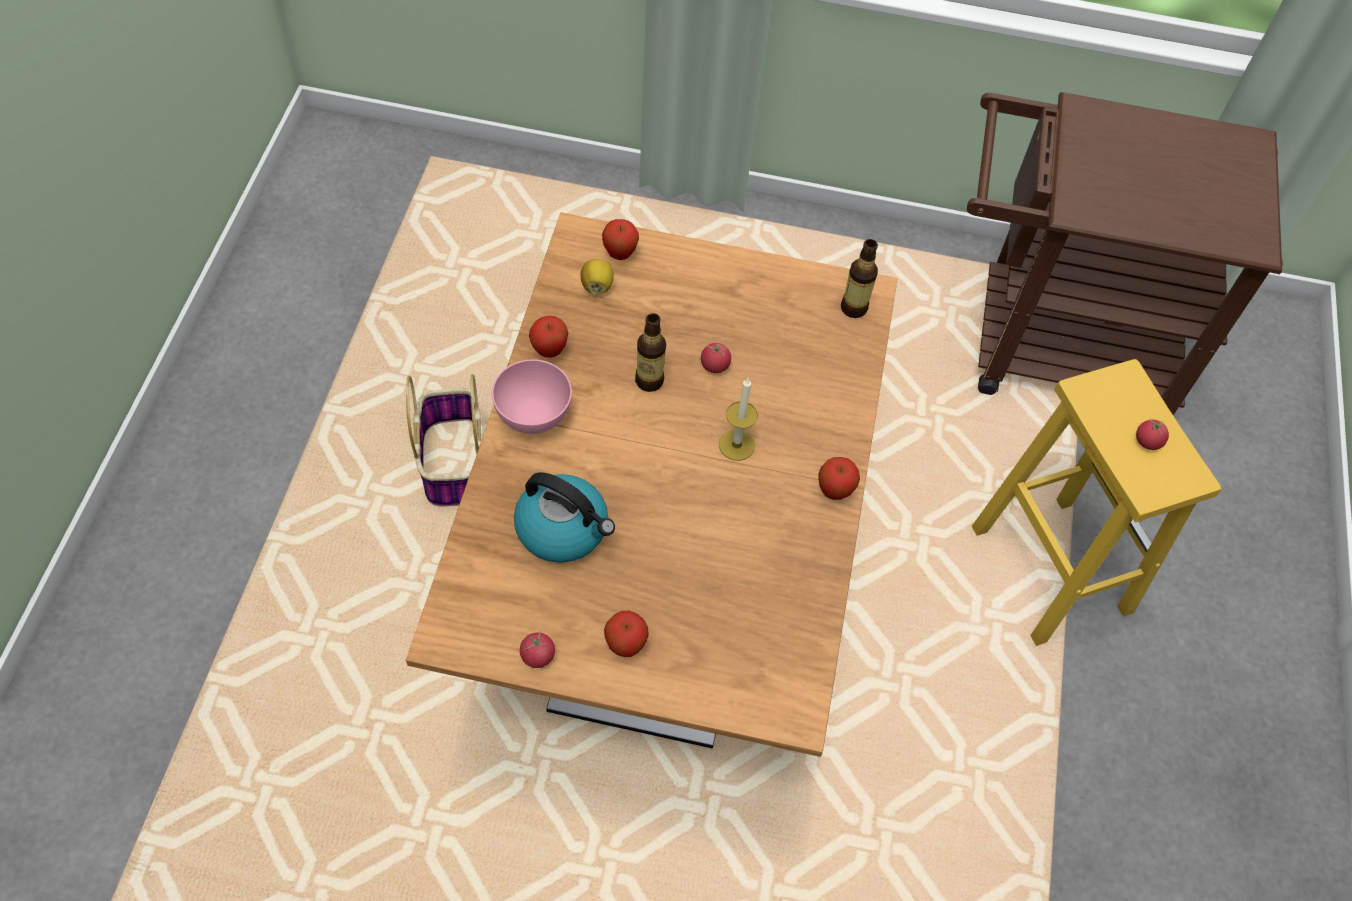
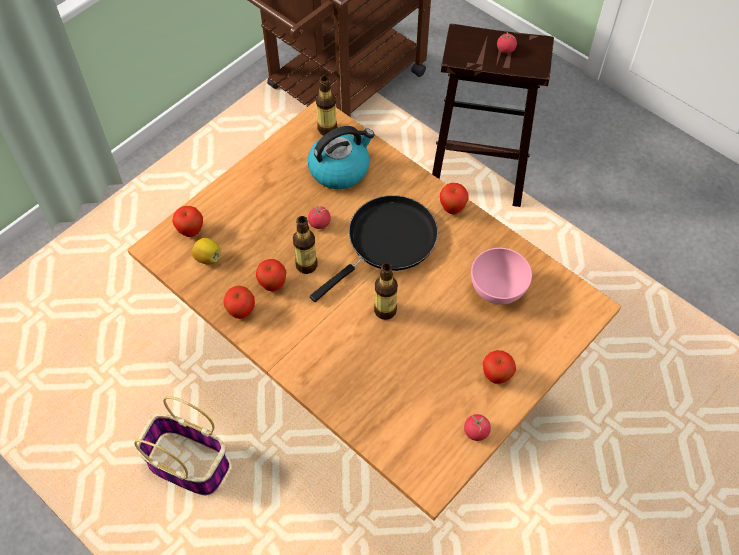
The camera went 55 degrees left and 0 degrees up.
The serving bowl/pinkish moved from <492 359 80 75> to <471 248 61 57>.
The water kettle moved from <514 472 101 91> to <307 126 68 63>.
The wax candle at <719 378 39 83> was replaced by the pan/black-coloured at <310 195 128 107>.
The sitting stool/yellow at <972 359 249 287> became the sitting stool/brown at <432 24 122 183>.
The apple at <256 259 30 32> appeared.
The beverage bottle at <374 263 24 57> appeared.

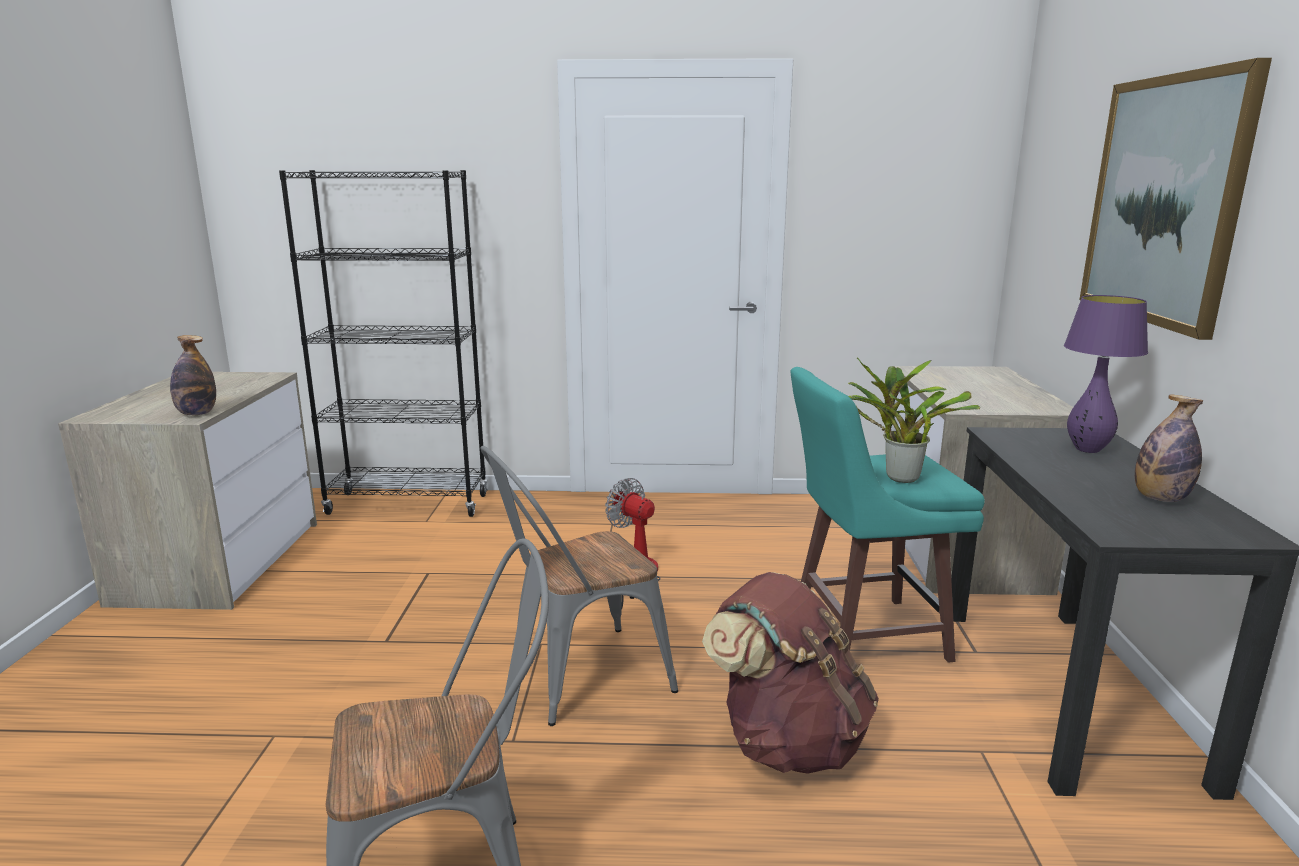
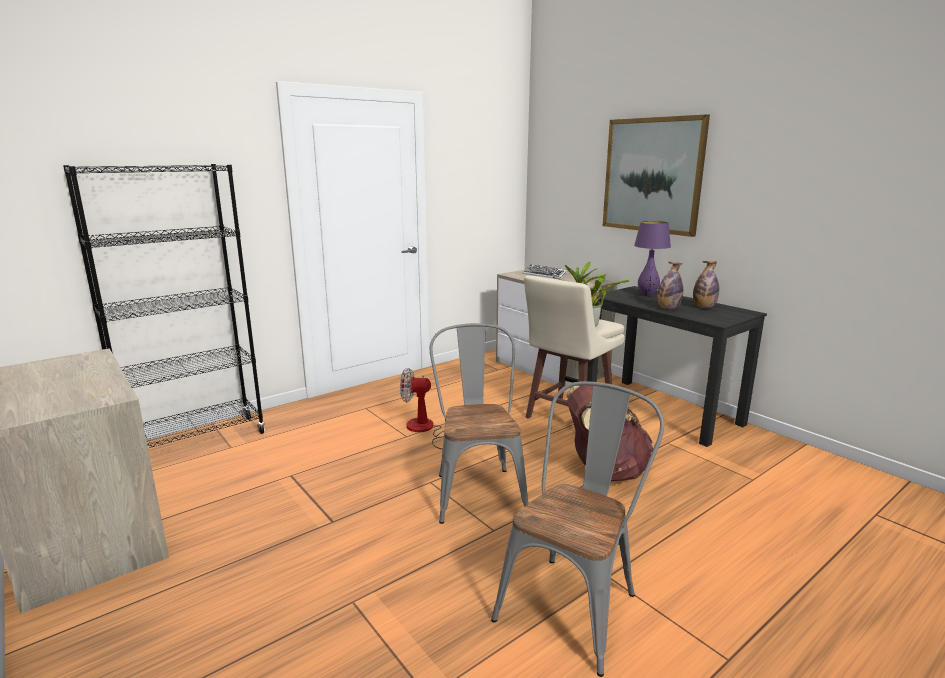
The camera went 40 degrees left and 0 degrees up.
The beverage bottle moved from <170 335 46 80> to <657 262 26 47>.
The upright chair/gray at <480 446 198 280> turned 150 degrees clockwise.
The sitting stool/turquoise-coloured at <791 367 194 296> became the sitting stool/beige-coloured at <524 275 101 144>.
The PC keyboard at <523 265 44 14> appeared.

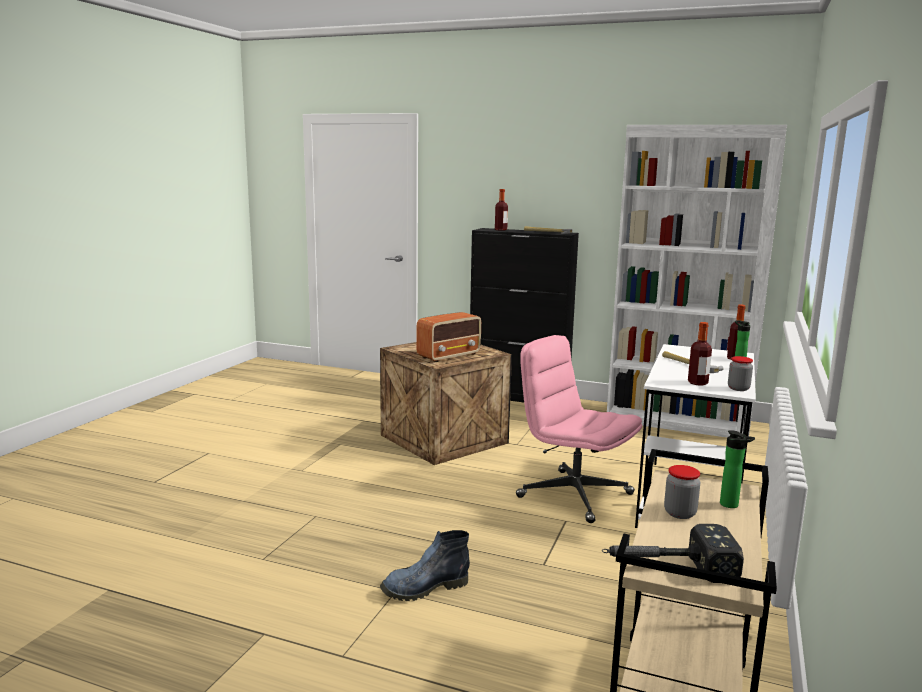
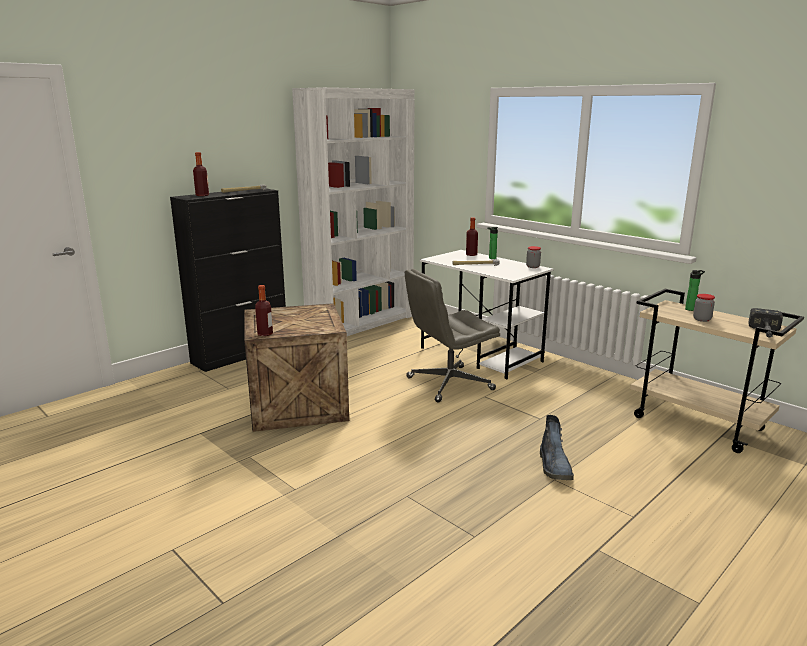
The camera went 65 degrees left and 5 degrees up.
The radio set at <416 312 65 50> disappeared.
The desk chair/pinkish at <516 335 126 188> became the desk chair/gray at <405 269 95 133>.
The beverage bottle moved from <688 322 24 64> to <255 285 18 51>.

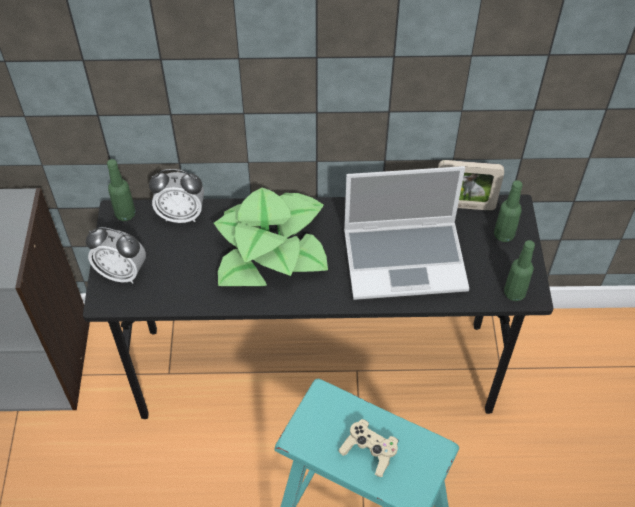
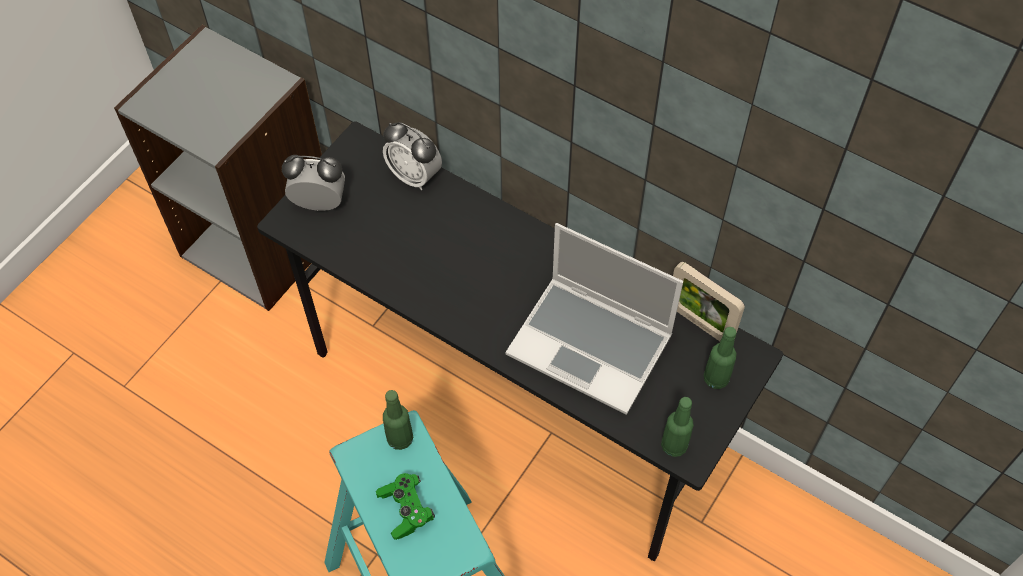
The camera went 35 degrees right and 5 degrees up.
The table clock at <86 227 60 57> turned 135 degrees clockwise.
The beverage bottle/greenish moved from <107 159 29 62> to <383 390 30 60>.
The houseplant at <214 187 114 99> disappeared.
The gamepad/beige-coloured at <338 419 60 58> became the gamepad/greenish at <376 473 59 67>.

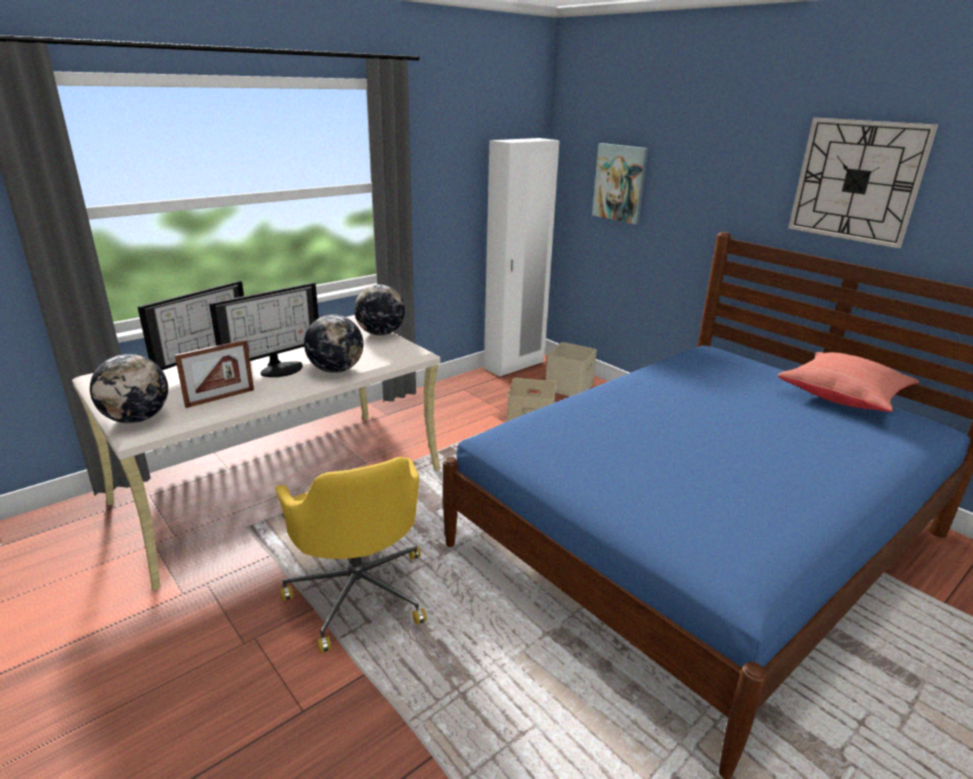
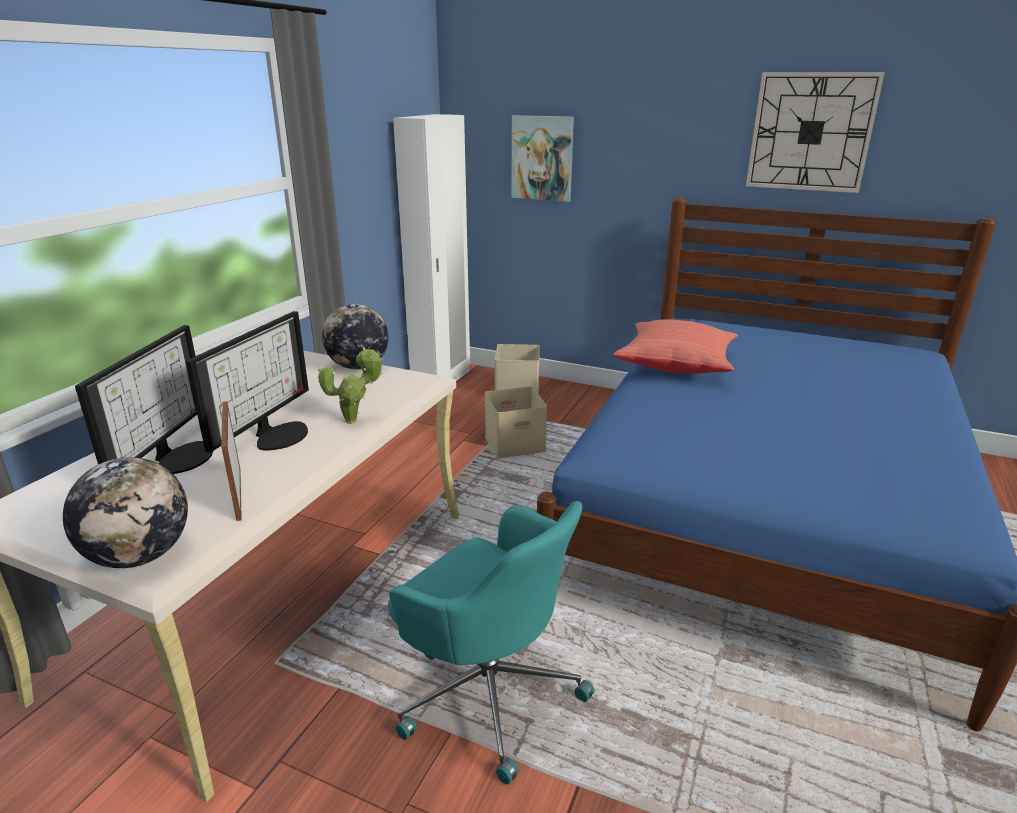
The camera went 25 degrees left and 0 degrees up.
The standing frame at <175 339 79 69> turned 135 degrees clockwise.
The desk chair/yellow at <275 457 152 196> became the desk chair/turquoise-coloured at <388 501 207 283>.
The globe at <304 315 59 58> was replaced by the houseplant at <318 347 66 77>.
The throw pillow/red-coloured moved from <778 352 141 60> to <614 320 124 54>.

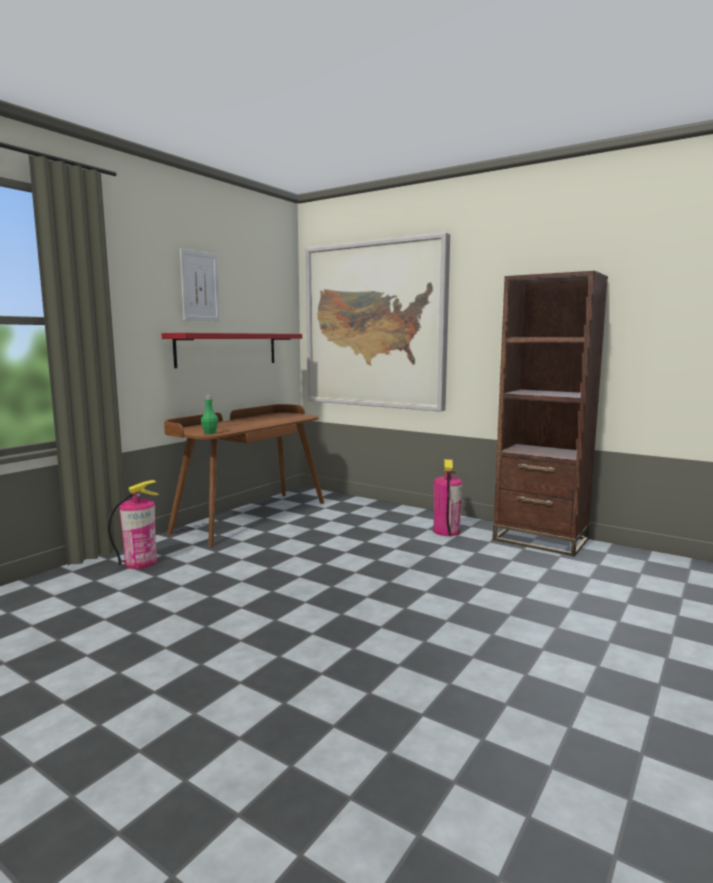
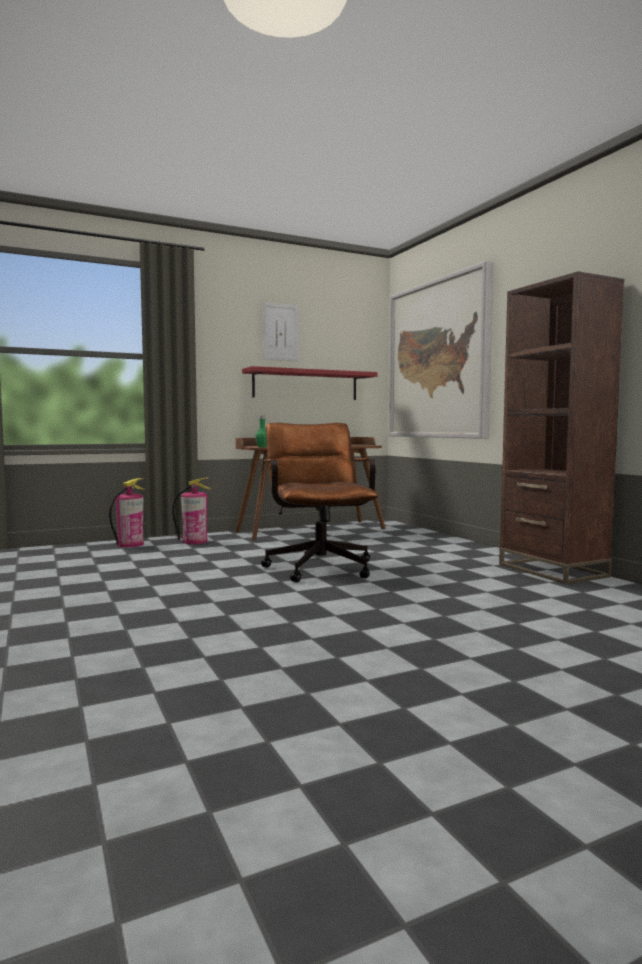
The camera went 30 degrees right and 5 degrees down.
The fire-fighting cylinder moved from <433 459 30 77> to <109 478 35 69>.
The desk chair/brown at <261 423 117 159> appeared.

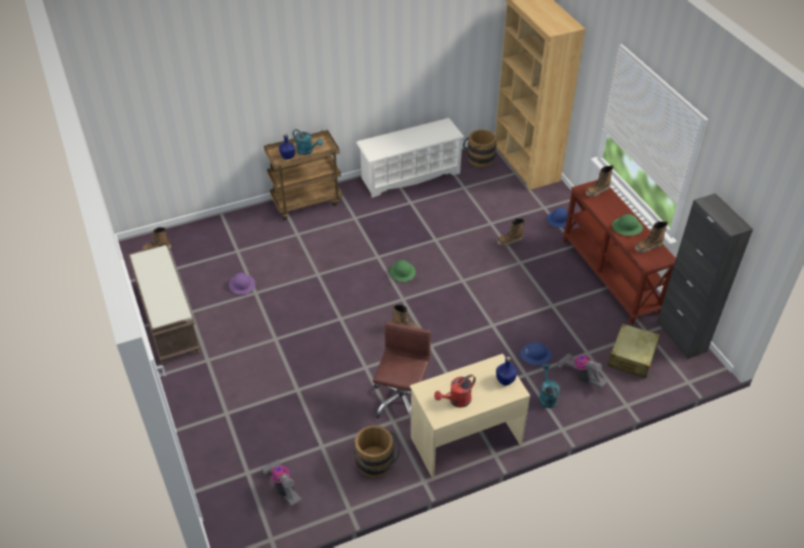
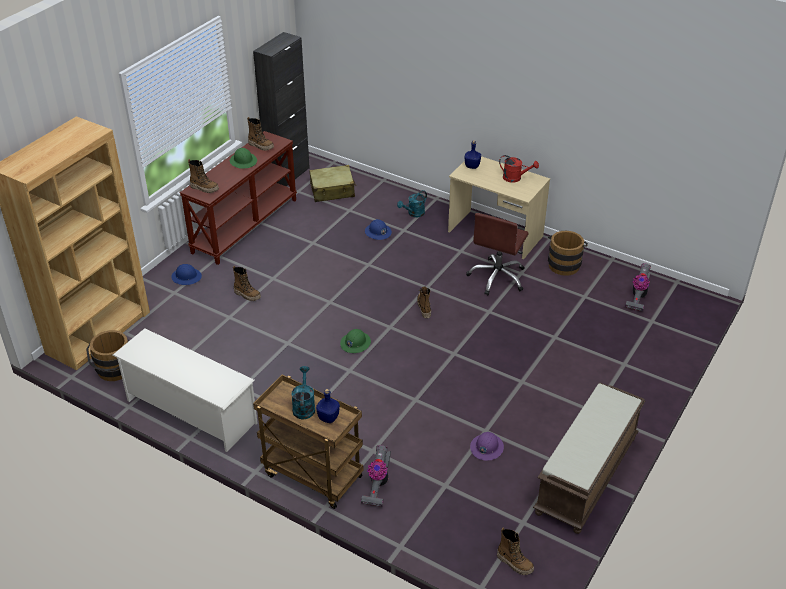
The camera went 125 degrees left and 5 degrees down.
The desk chair/brown at <373 321 58 100> turned 45 degrees counterclockwise.
The vacuum moved from <557 353 51 35> to <361 445 30 62>.

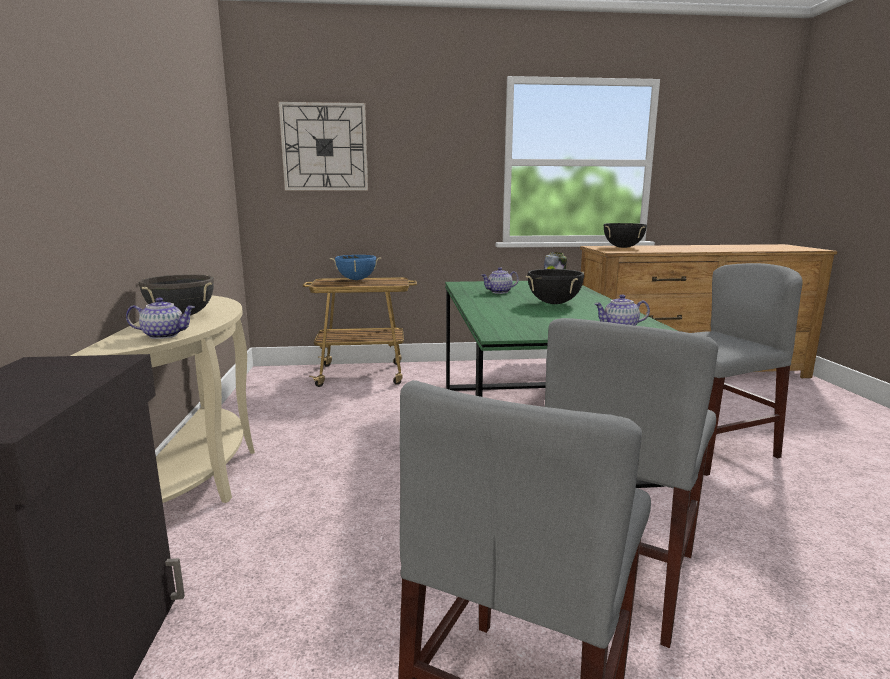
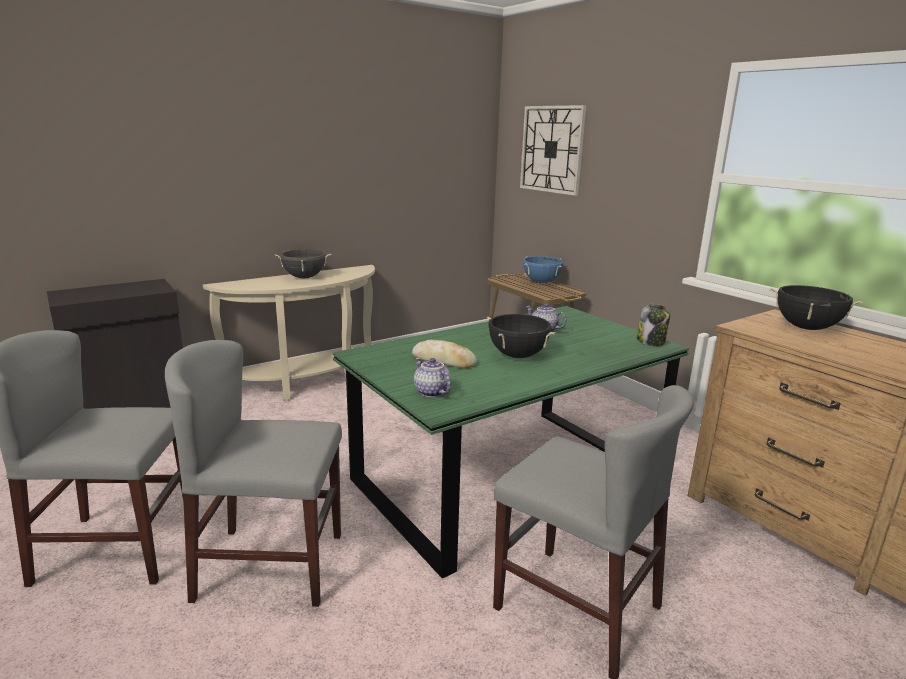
The camera went 60 degrees right and 5 degrees up.
The teapot at <126 297 69 42> disappeared.
The bakery bread at <412 340 65 29> appeared.

